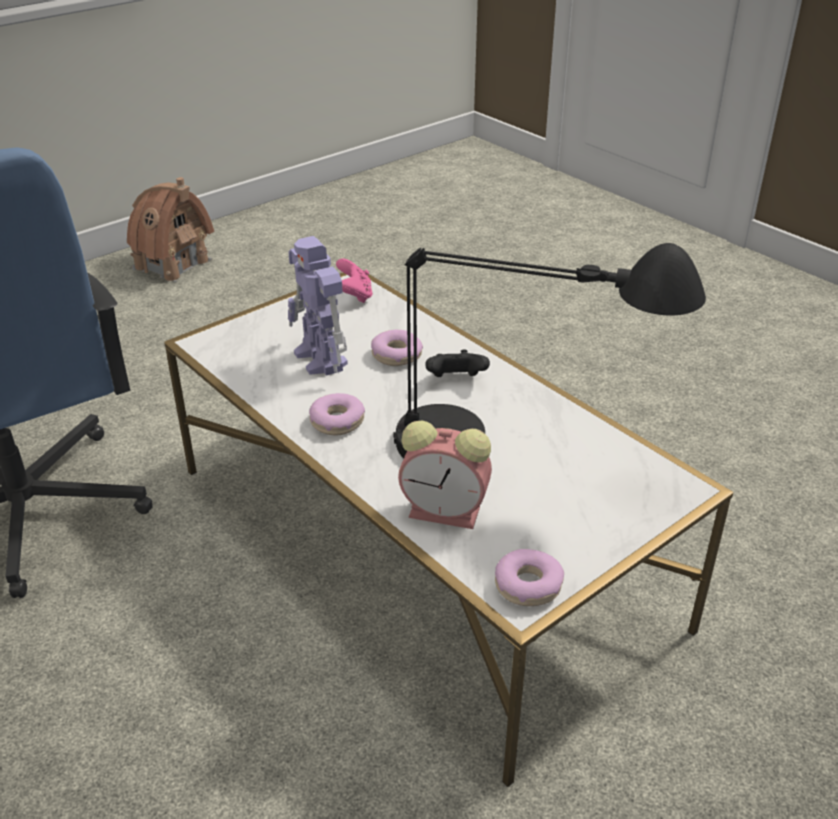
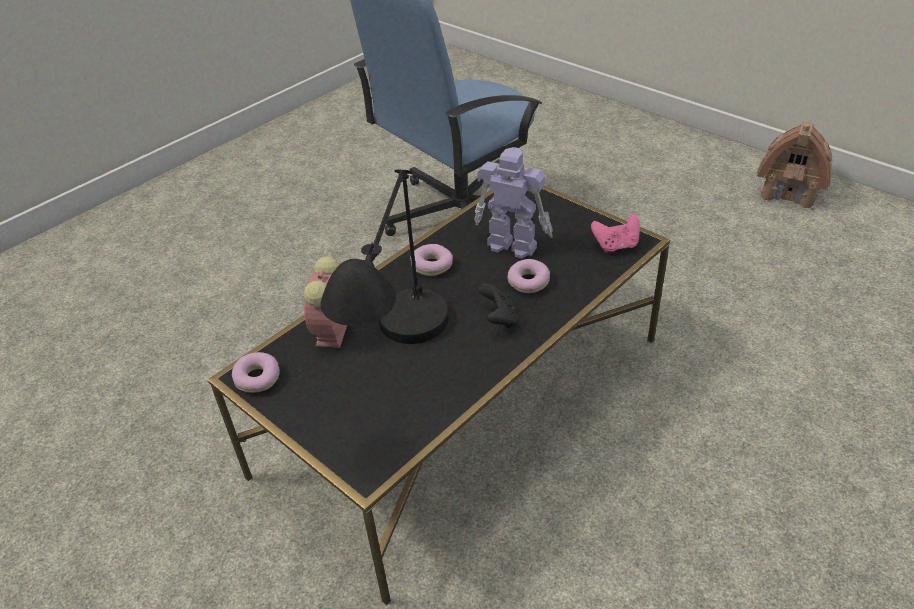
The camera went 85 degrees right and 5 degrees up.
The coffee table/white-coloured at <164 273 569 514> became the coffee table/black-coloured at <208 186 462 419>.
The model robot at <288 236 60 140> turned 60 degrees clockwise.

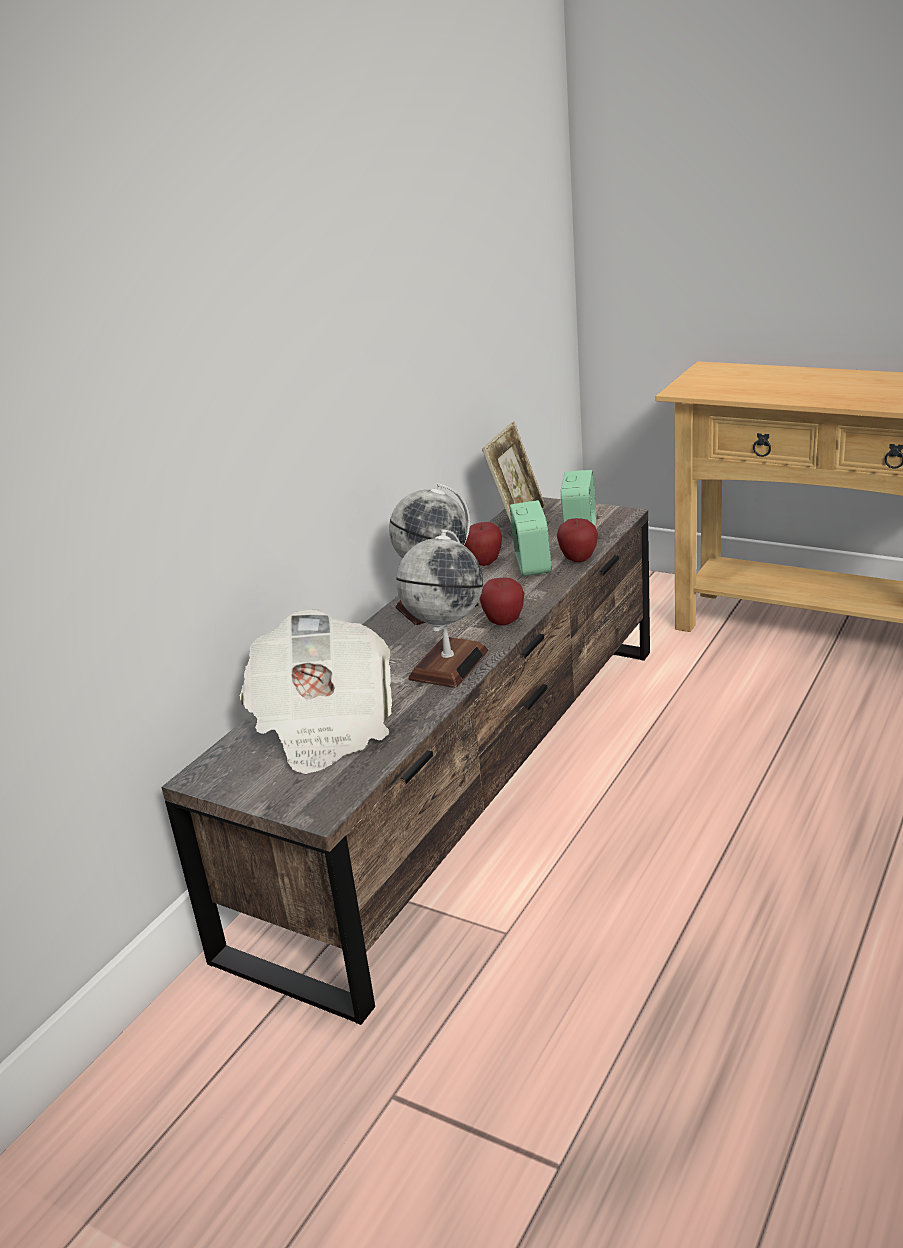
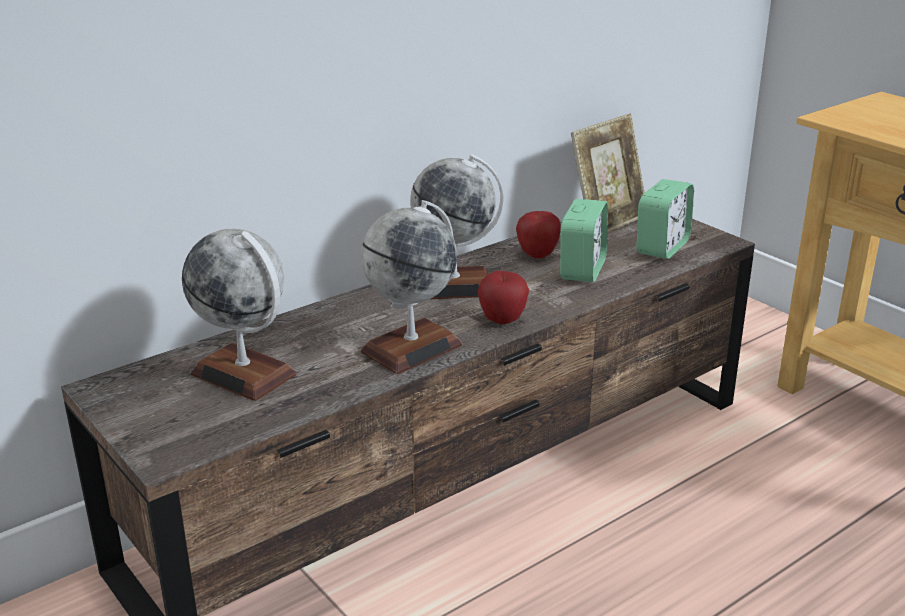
The camera went 20 degrees right and 0 degrees up.
The newspaper at <239 610 153 164> was replaced by the globe at <182 229 115 172>.
The apple at <557 518 41 44> disappeared.

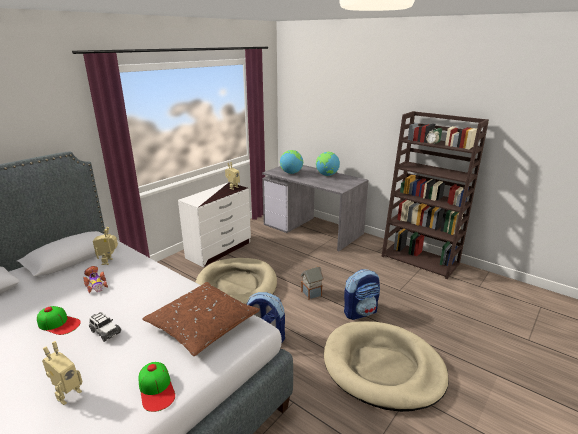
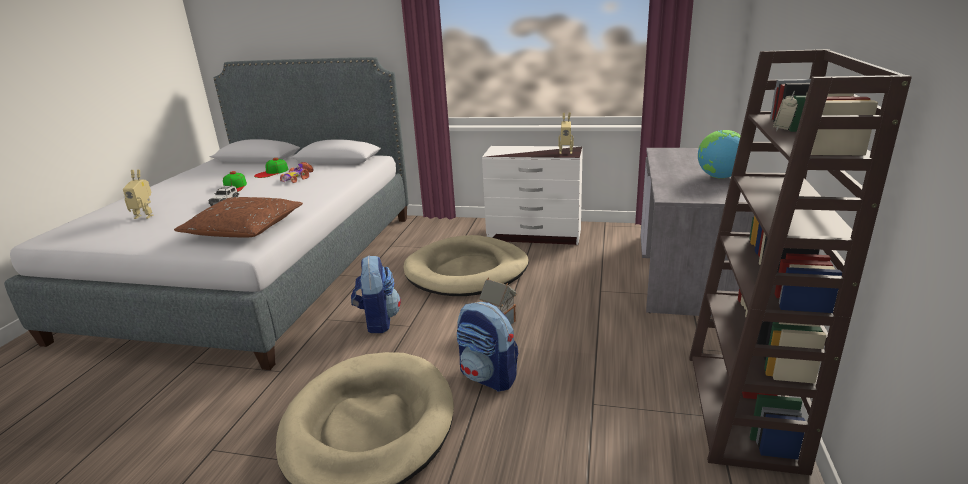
The camera went 65 degrees right and 0 degrees up.
The model robot at <93 227 25 38> disappeared.
The peaked cap moved from <139 362 36 50> to <254 158 34 20>.
The globe at <280 150 23 24> disappeared.

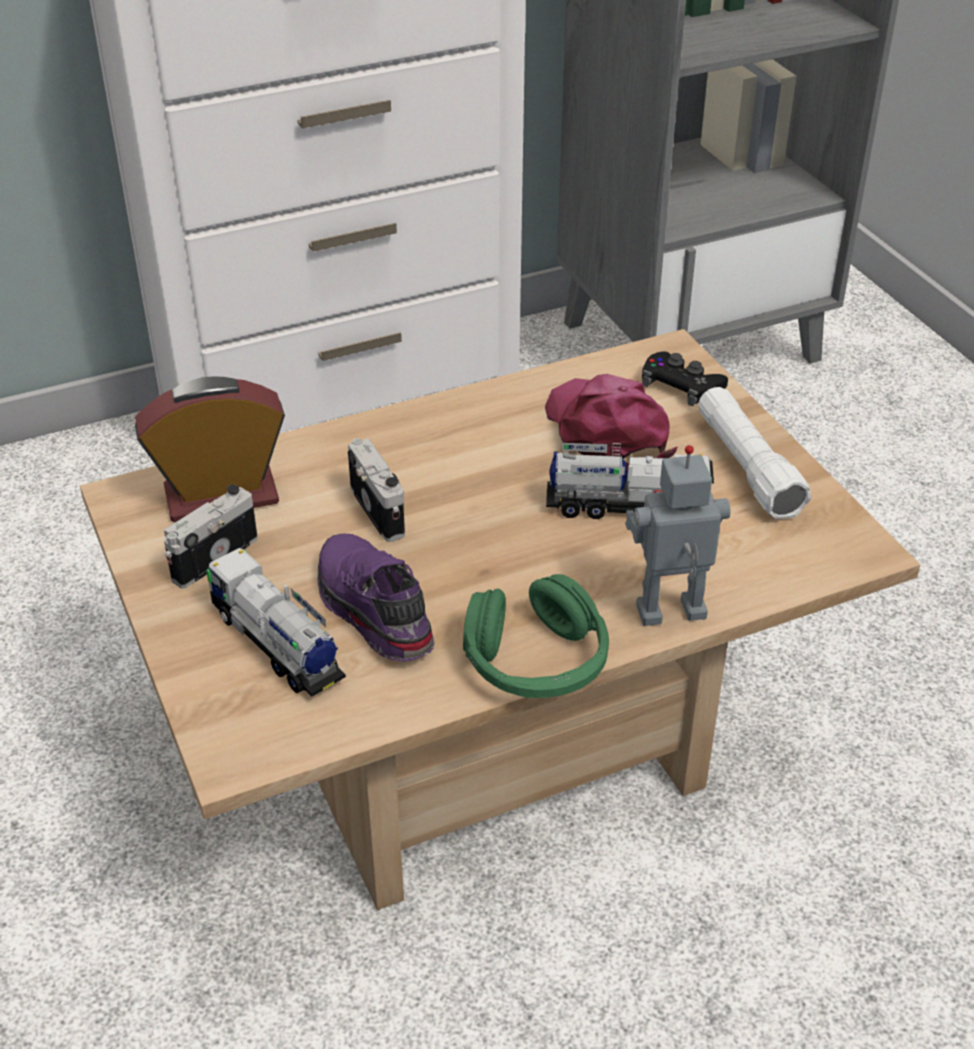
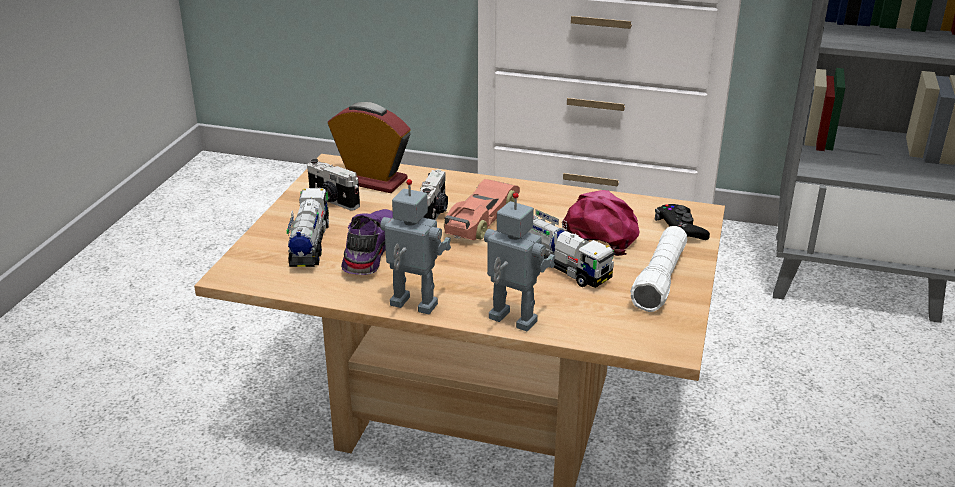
The camera went 40 degrees right and 10 degrees down.
The still camera at <164 485 94 104> turned 135 degrees counterclockwise.
The pair of headphones/greenish at <463 574 146 124> was replaced by the model robot at <380 179 71 135>.
The toy car at <444 179 76 61> appeared.

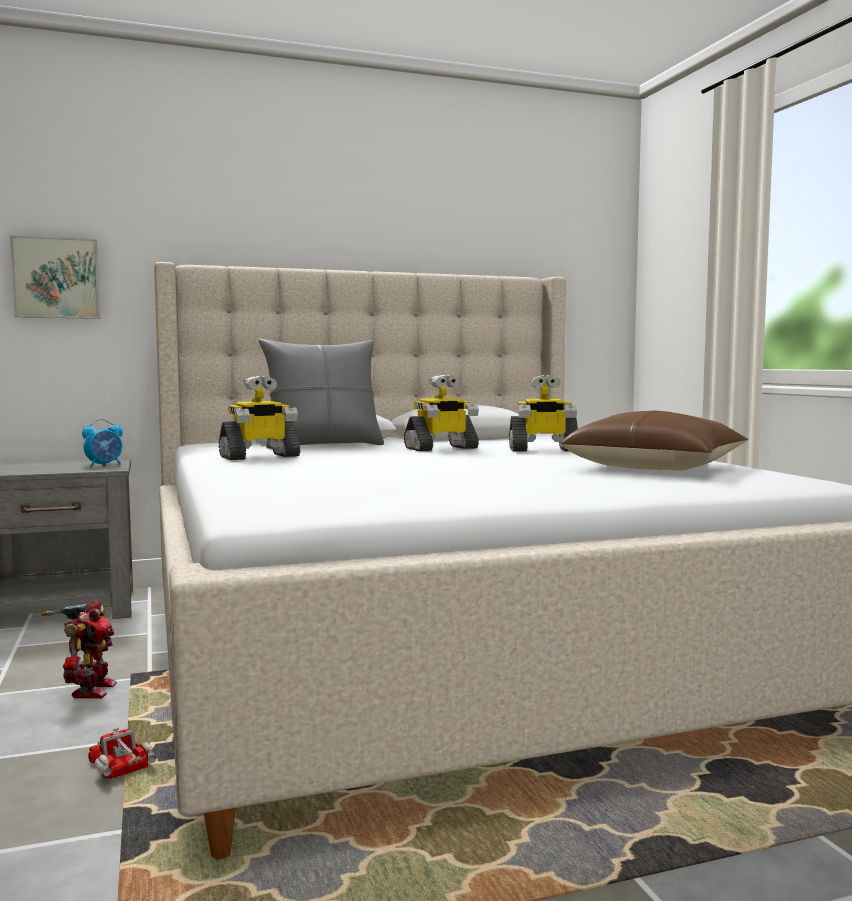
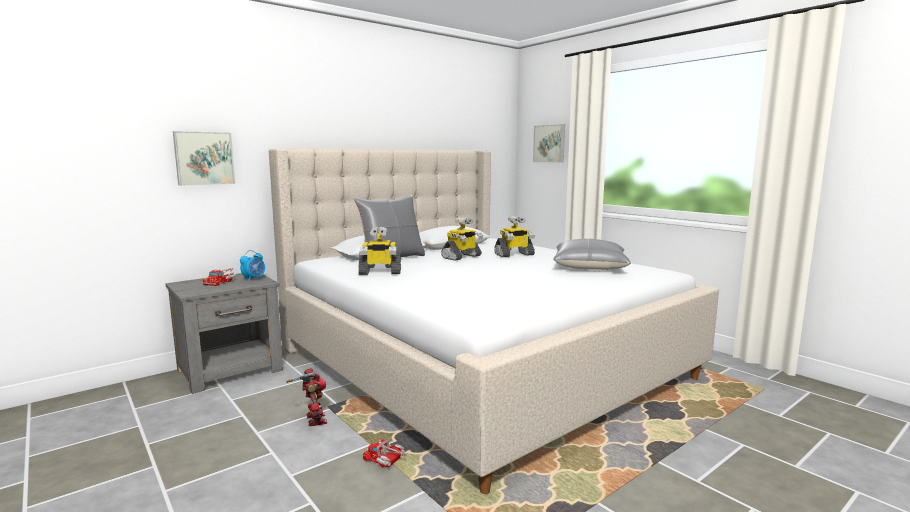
The camera went 20 degrees left and 5 degrees up.
The model robot at <219 376 81 84> turned 45 degrees clockwise.
The throw pillow/brown at <561 410 188 61> became the throw pillow/gray at <553 238 78 32>.
The toy truck at <203 268 33 18> appeared.
The wall picture at <533 124 32 38> appeared.

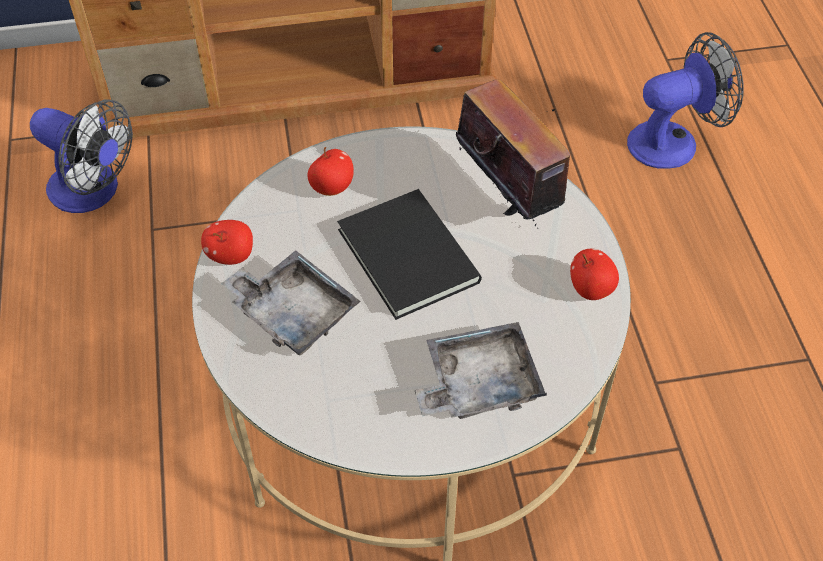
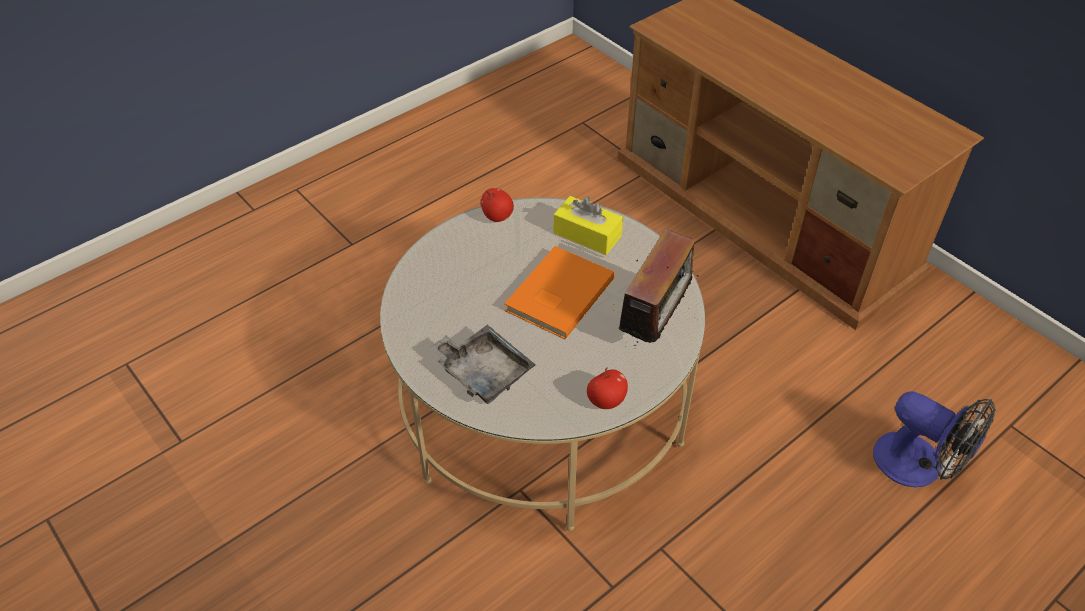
The camera went 60 degrees right and 5 degrees down.
The electric fan at <30 99 103 114> disappeared.
The carrying tray/gray at <221 250 140 105> disappeared.
The apple at <308 147 46 49> was replaced by the box of tissues/yellow at <554 196 69 59>.
The bound book/black-coloured at <337 189 145 131> became the bound book/orangey at <504 246 111 93>.

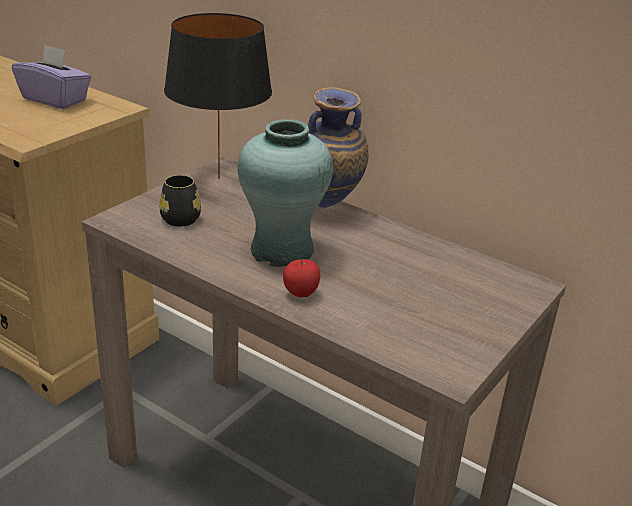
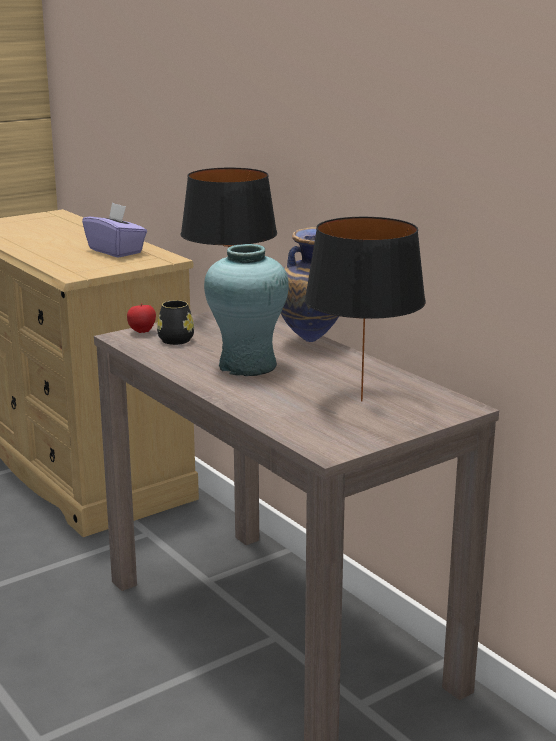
The camera went 20 degrees right and 10 degrees down.
The apple moved from <283 259 37 38> to <127 303 29 30>.
The lamp for a table/black-coloured at <305 217 121 185> appeared.

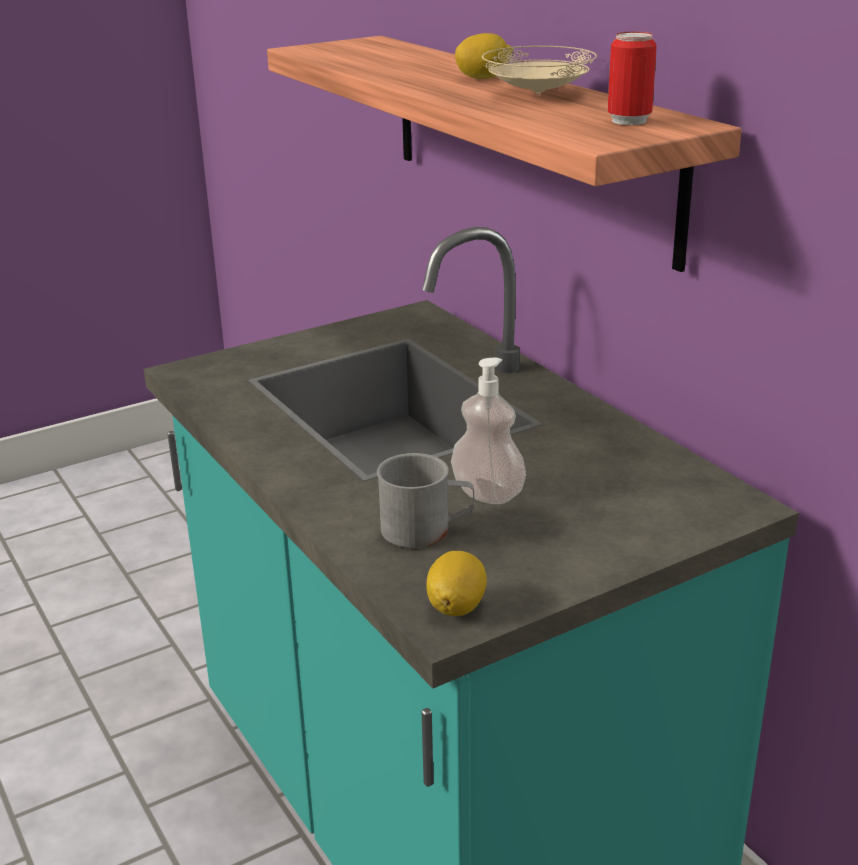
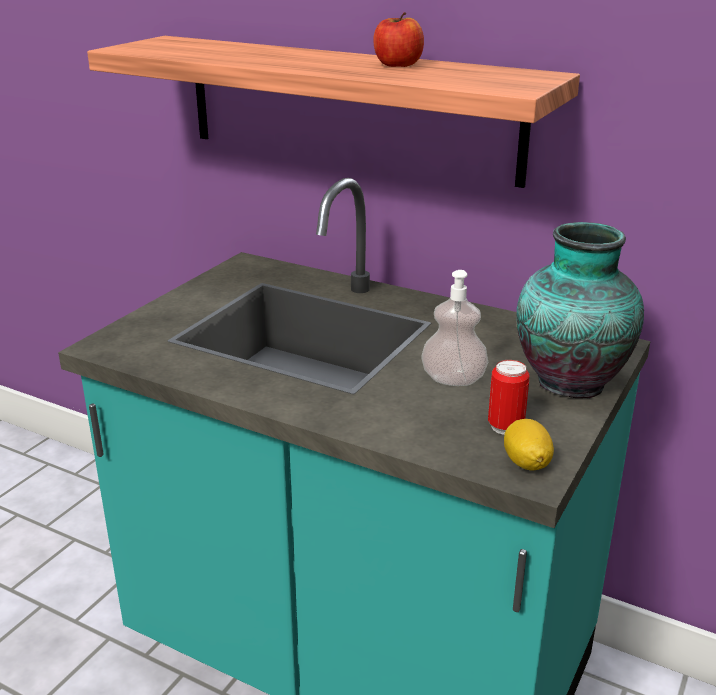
The camera went 30 degrees left and 0 degrees up.
The mug/gray at <377 453 97 95> disappeared.
The citrus fruit at <455 33 58 46> disappeared.
The flat dish/beige-coloured at <482 46 115 49> was replaced by the apple at <373 12 51 55>.
The metal can moved from <608 32 49 93> to <488 360 42 75>.
The decorative vase at <516 222 128 176> appeared.

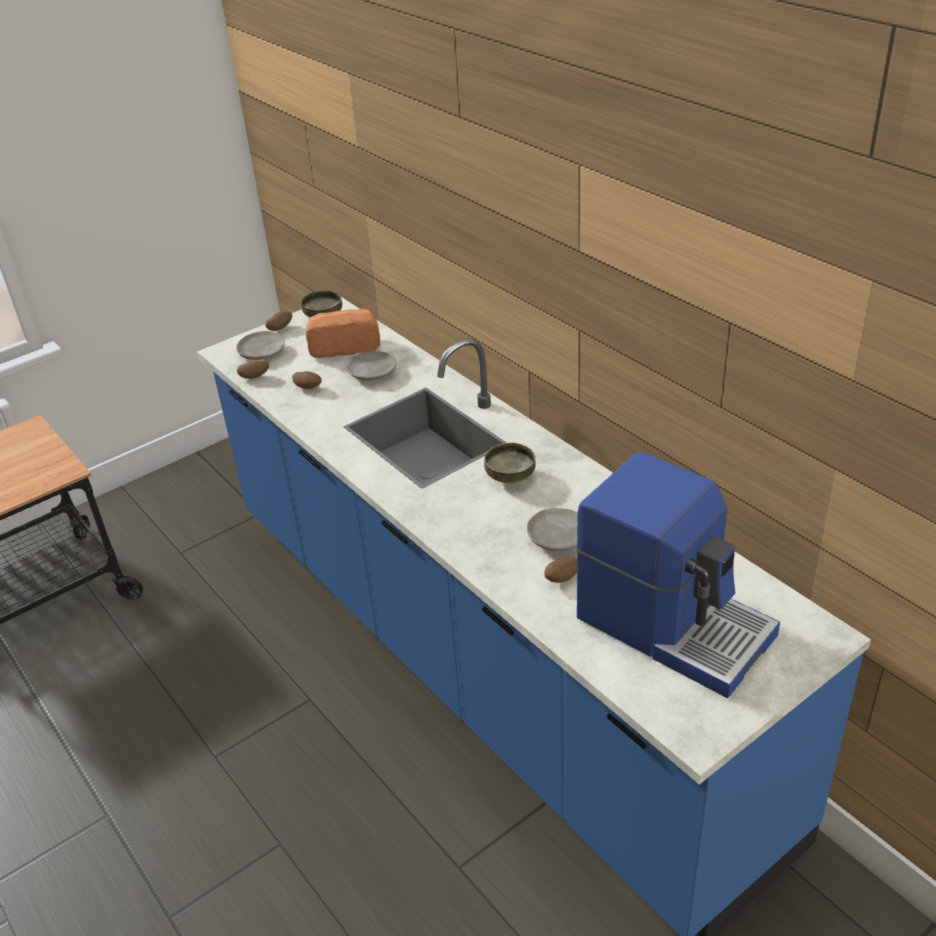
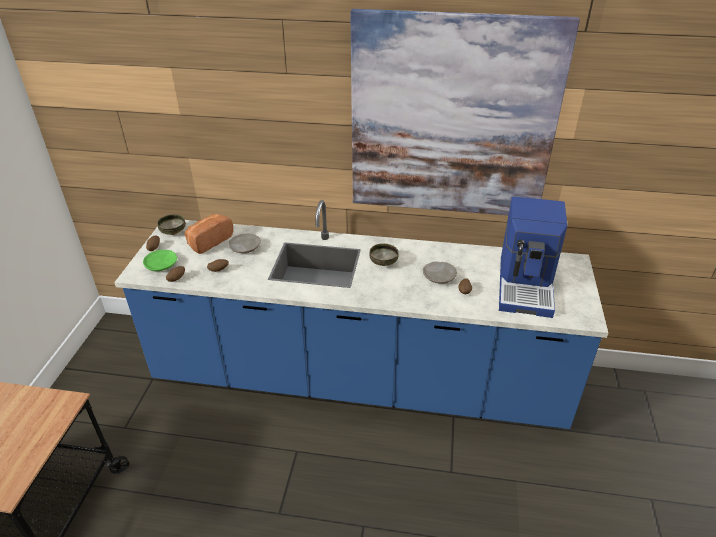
The camera went 45 degrees left and 0 degrees up.
The flat dish/beige-coloured at <236 331 49 29> became the flat dish/greenish at <143 250 34 21>.
The coffee maker at <576 452 204 246> turned 105 degrees clockwise.
The wall picture at <350 9 230 206> appeared.

